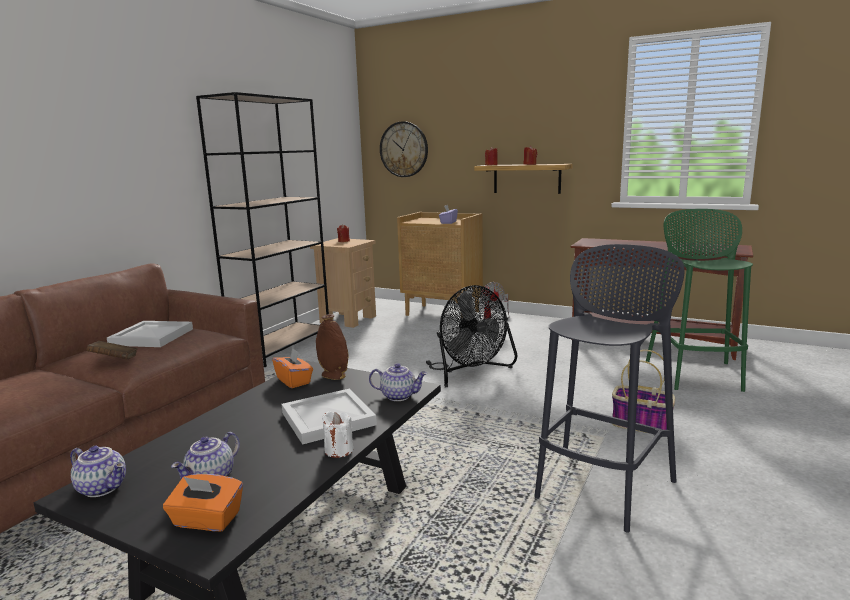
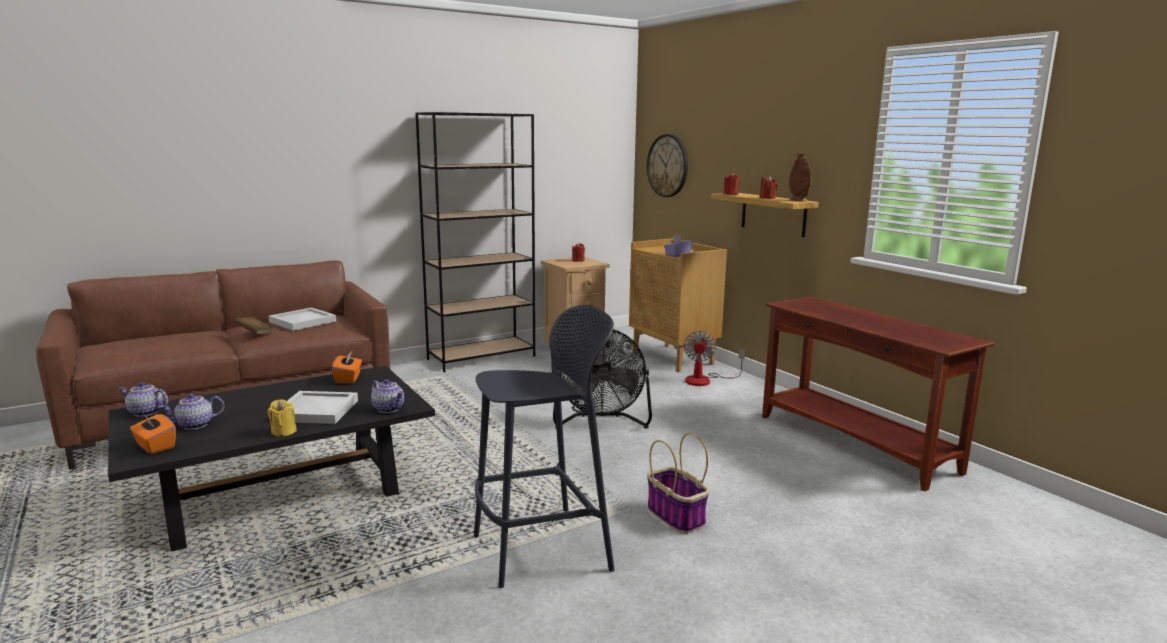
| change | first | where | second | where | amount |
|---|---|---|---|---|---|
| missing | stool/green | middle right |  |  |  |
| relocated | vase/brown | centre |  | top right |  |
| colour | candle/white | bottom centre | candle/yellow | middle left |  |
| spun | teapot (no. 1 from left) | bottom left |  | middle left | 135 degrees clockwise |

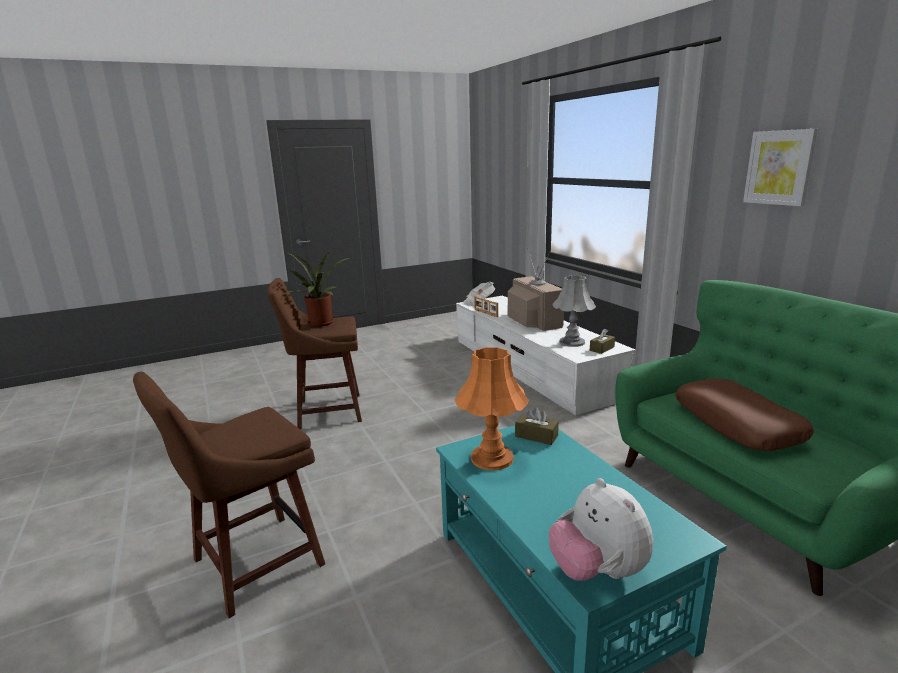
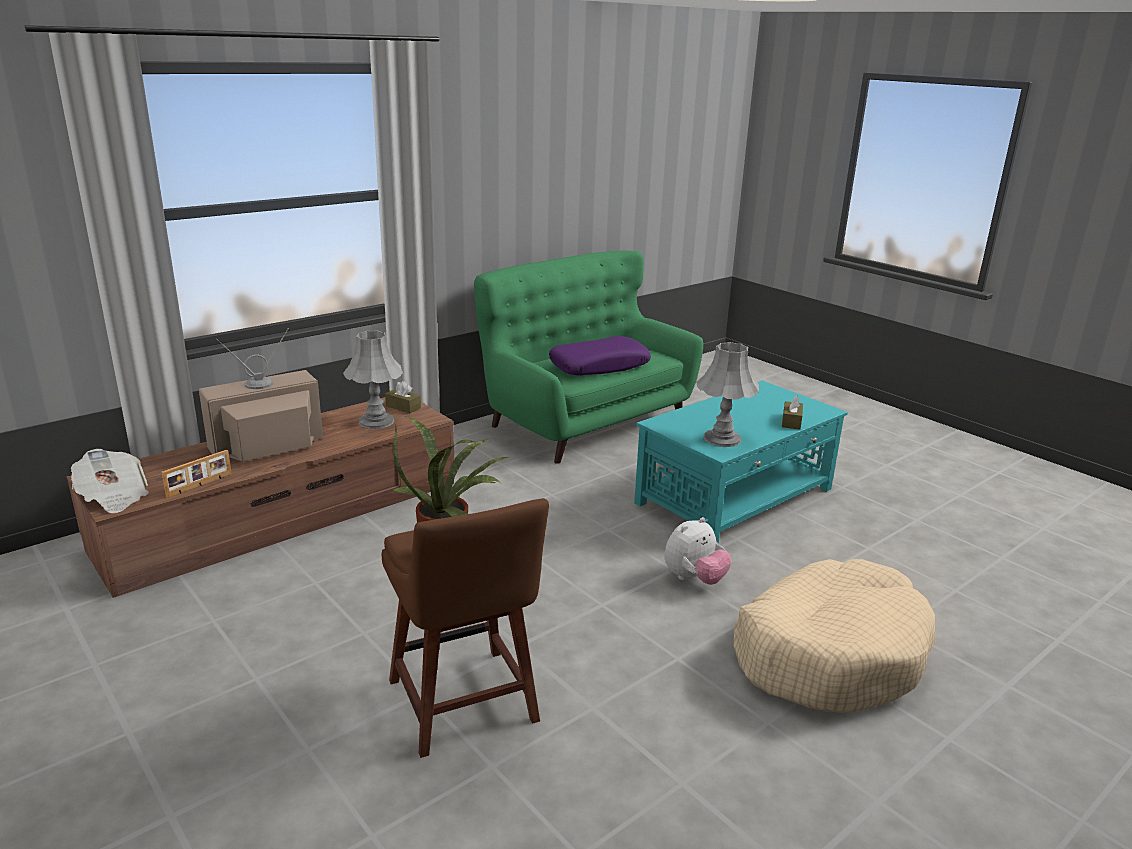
| change | first | where | second | where | amount |
|---|---|---|---|---|---|
| missing | picture | top right |  |  |  |
| relocated | tissue box/brown (no. 1 from left in the first image) | centre | tissue box/brown (no. 2 from left) | middle right |  |
| relocated | plush toy | bottom right |  | centre |  |
| exchanged | stool/brown (no. 1 from left) | bottom left | dog bed/beige | bottom right |  |
| colour | table lamp/orange | centre | table lamp/grey (no. 2 from left) | centre |  |
| colour | tv stand/white | centre | tv stand/brown | middle left |  |
| colour | pillow/brown | middle right | pillow/purple | centre |  |

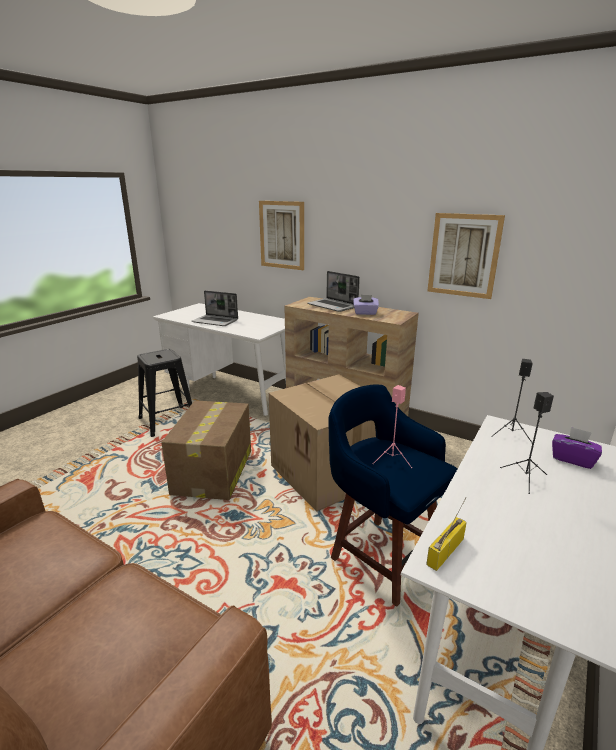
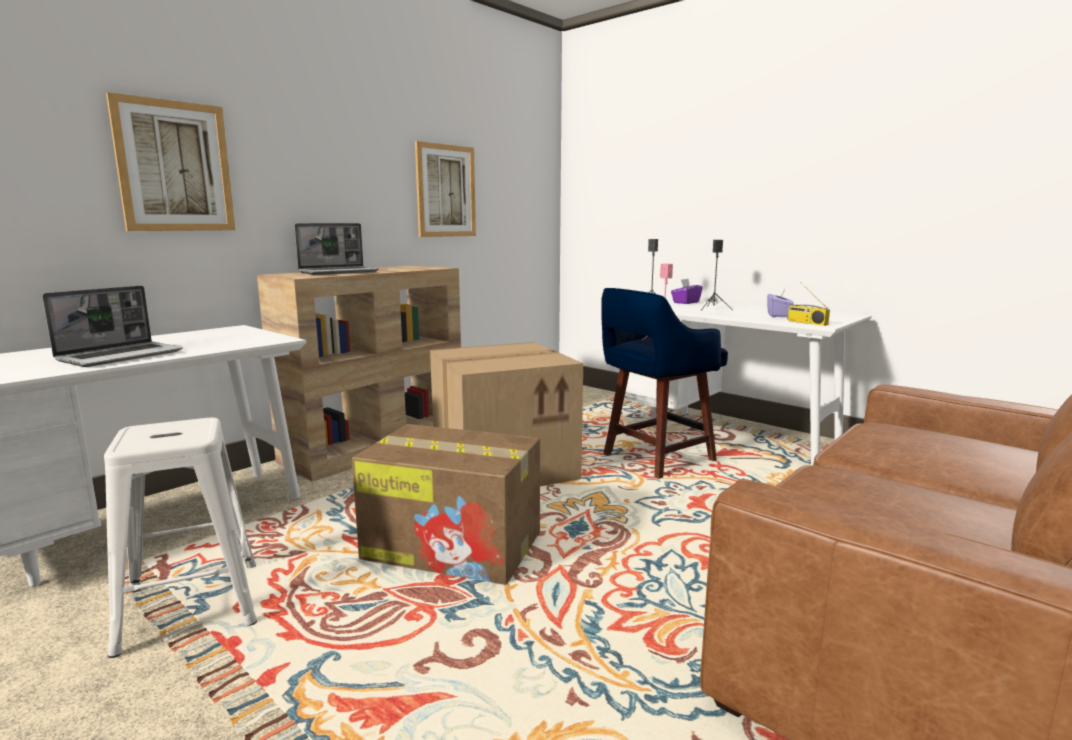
| change | first | where | second | where | amount |
|---|---|---|---|---|---|
| relocated | tissue box/purple (no. 1 from left in the first image) | centre | tissue box/purple (no. 2 from left) | middle right |  |
| colour | stool/black | middle left | stool/white | bottom left |  |

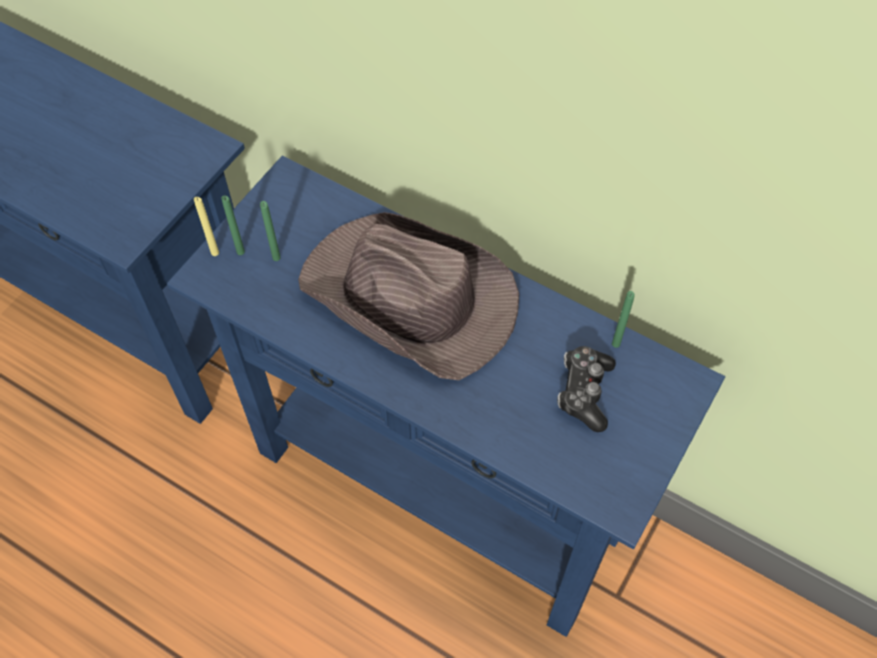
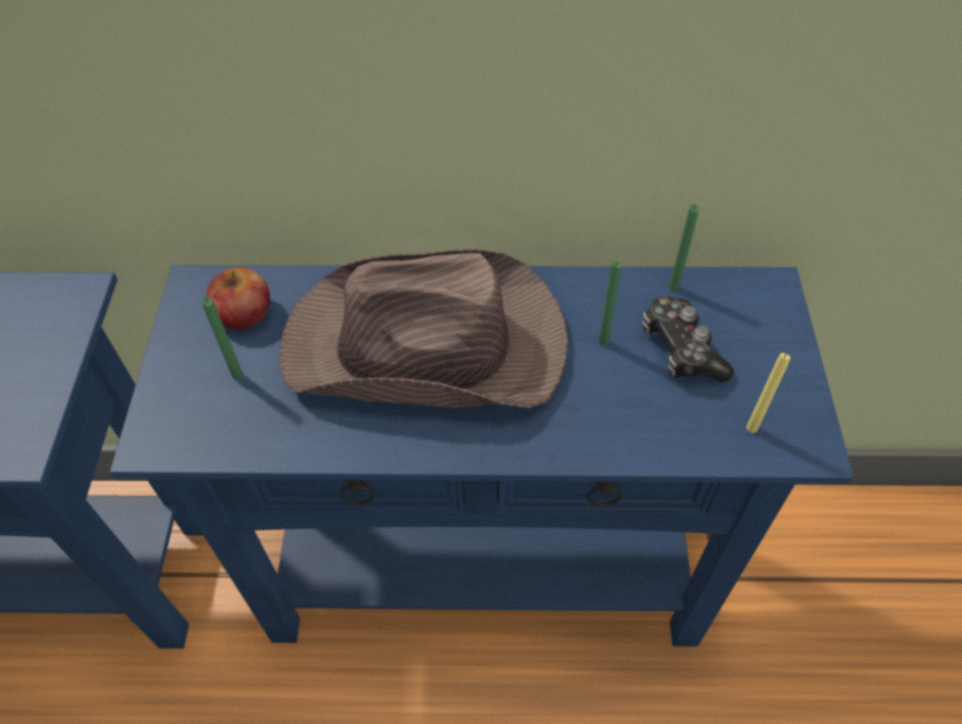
| change | first | where | second | where | amount |
|---|---|---|---|---|---|
| appeared |  |  | apple | middle left |  |
| relocated | candle/yellow | middle left |  | middle right |  |
| relocated | candle/green (no. 1 from left in the first image) | middle left | candle/green (no. 2 from left) | centre |  |

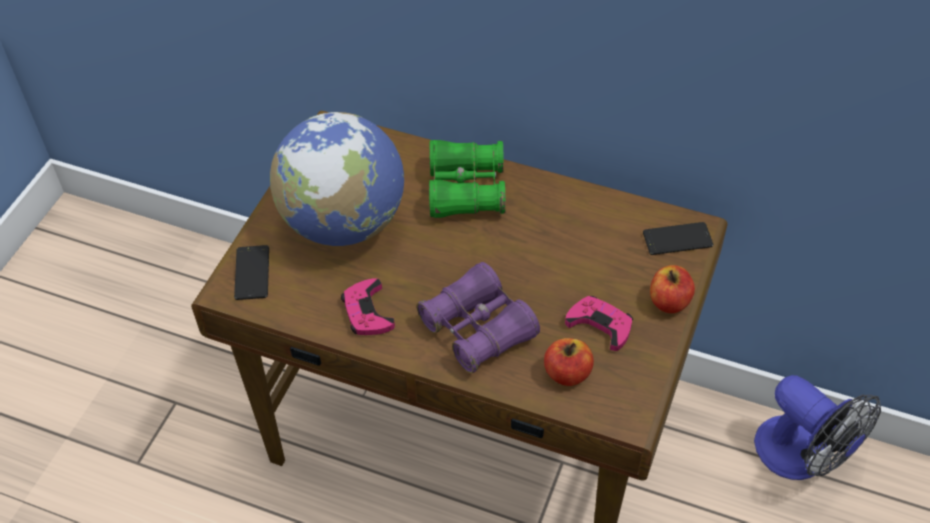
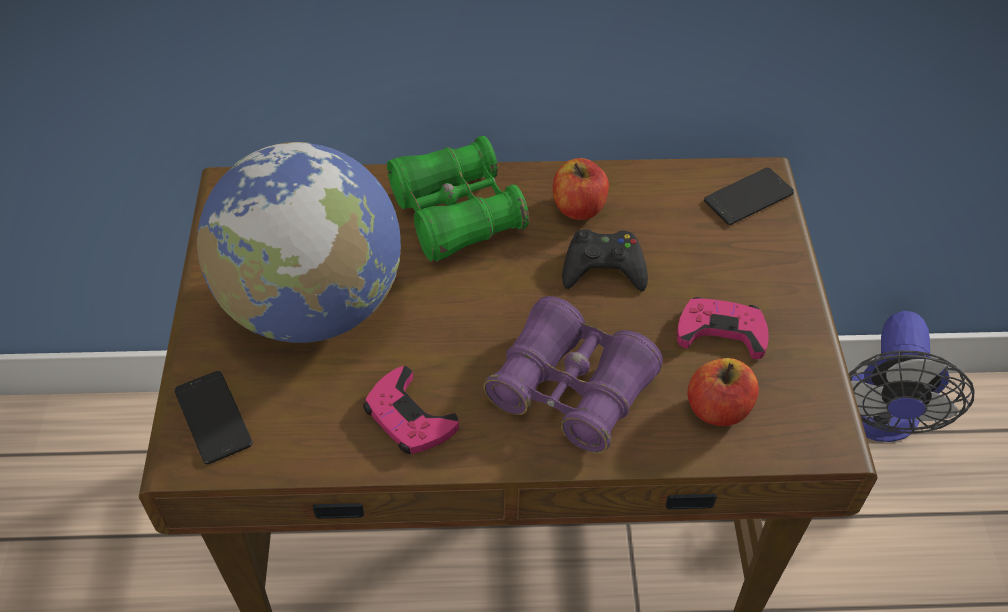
| change | first | where | second | where | amount |
|---|---|---|---|---|---|
| appeared |  |  | game controller/black | centre |  |
| relocated | apple (no. 2 from left in the first image) | middle right | apple (no. 1 from left) | top centre |  |
| spun | fan | bottom right |  | middle right | 75 degrees clockwise |

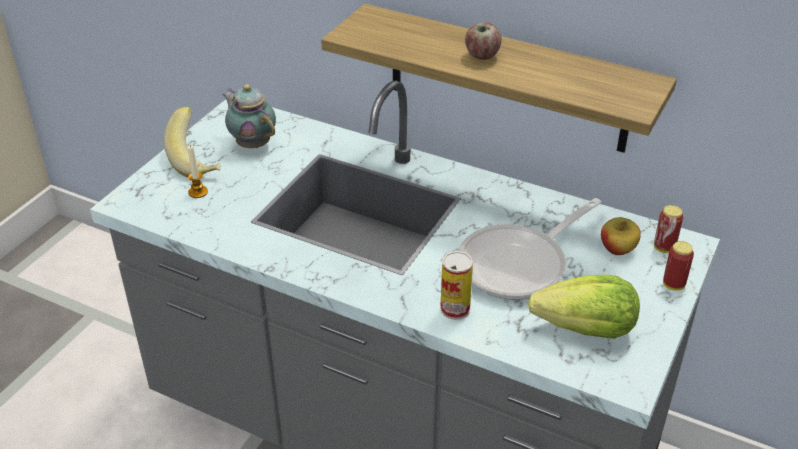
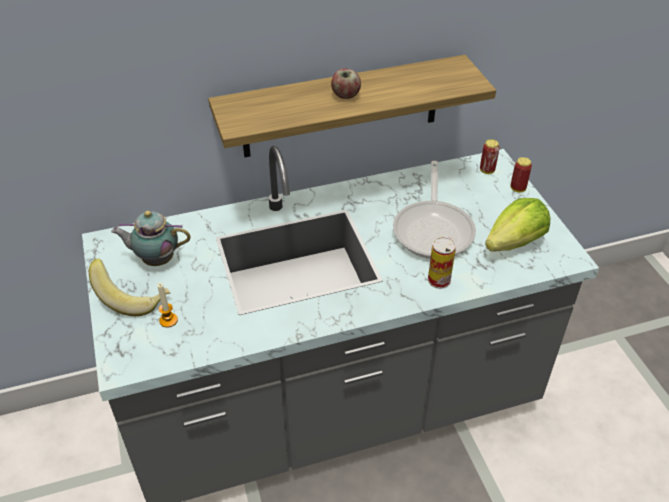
| change | first | where | second | where | amount |
|---|---|---|---|---|---|
| missing | apple (no. 2 from left) | middle right |  |  |  |

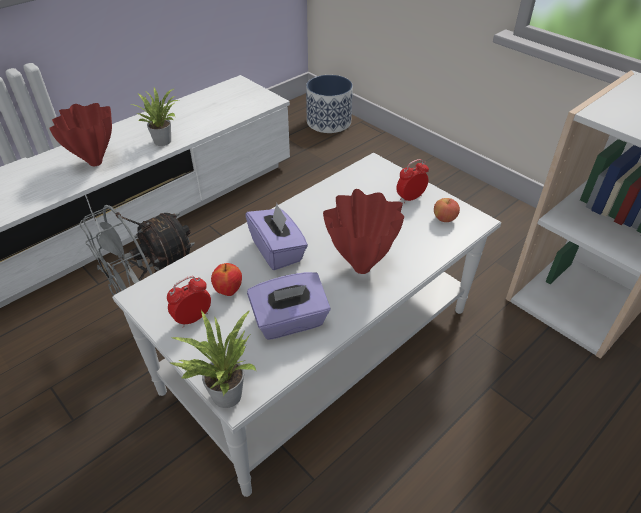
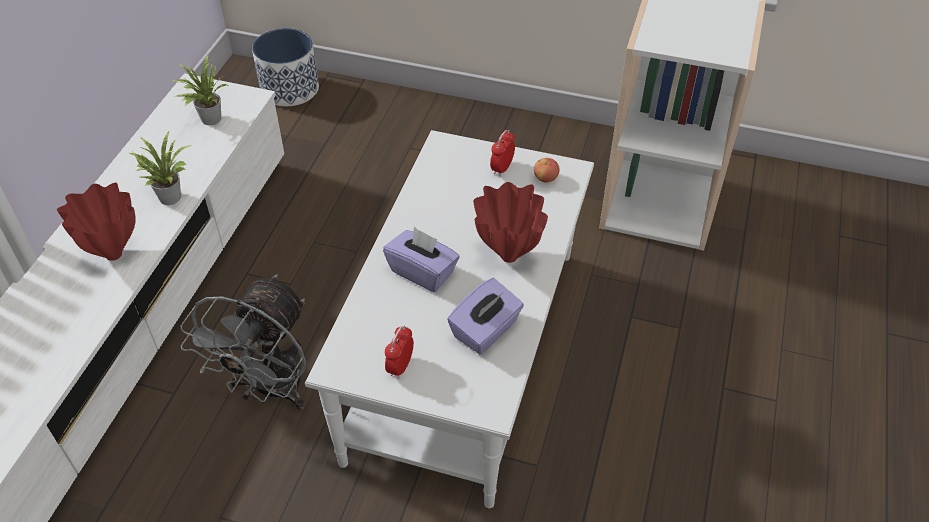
| change | first | where | second | where | amount |
|---|---|---|---|---|---|
| missing | apple (no. 1 from left) | centre |  |  |  |
| relocated | potted plant (no. 2 from left) | bottom centre |  | top left |  |

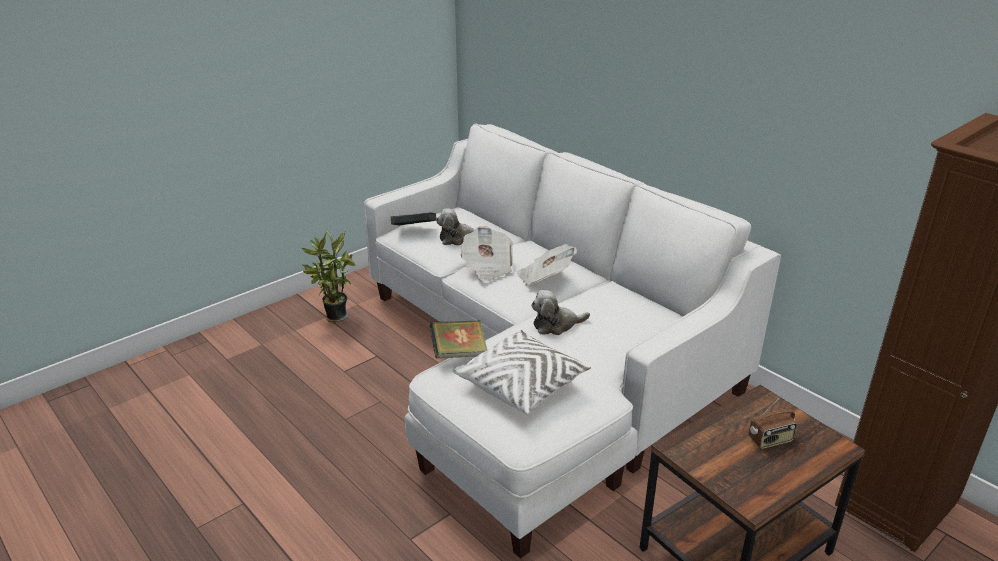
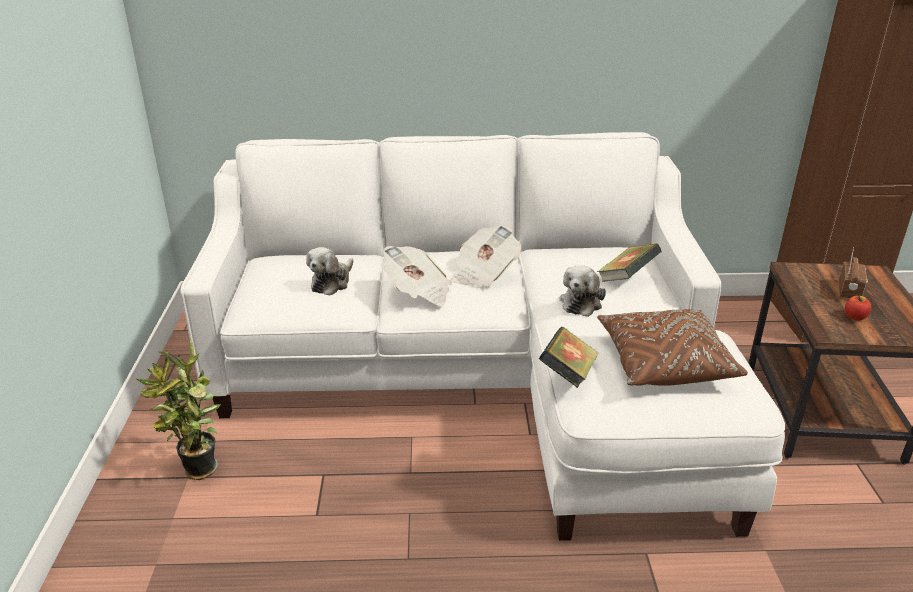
| change | first | where | second | where | amount |
|---|---|---|---|---|---|
| appeared |  |  | apple | middle right |  |
| relocated | book (no. 1 from left in the first image) | centre | book (no. 2 from left) | middle right |  |
| colour | pillow/white | centre | pillow/brown | middle right |  |

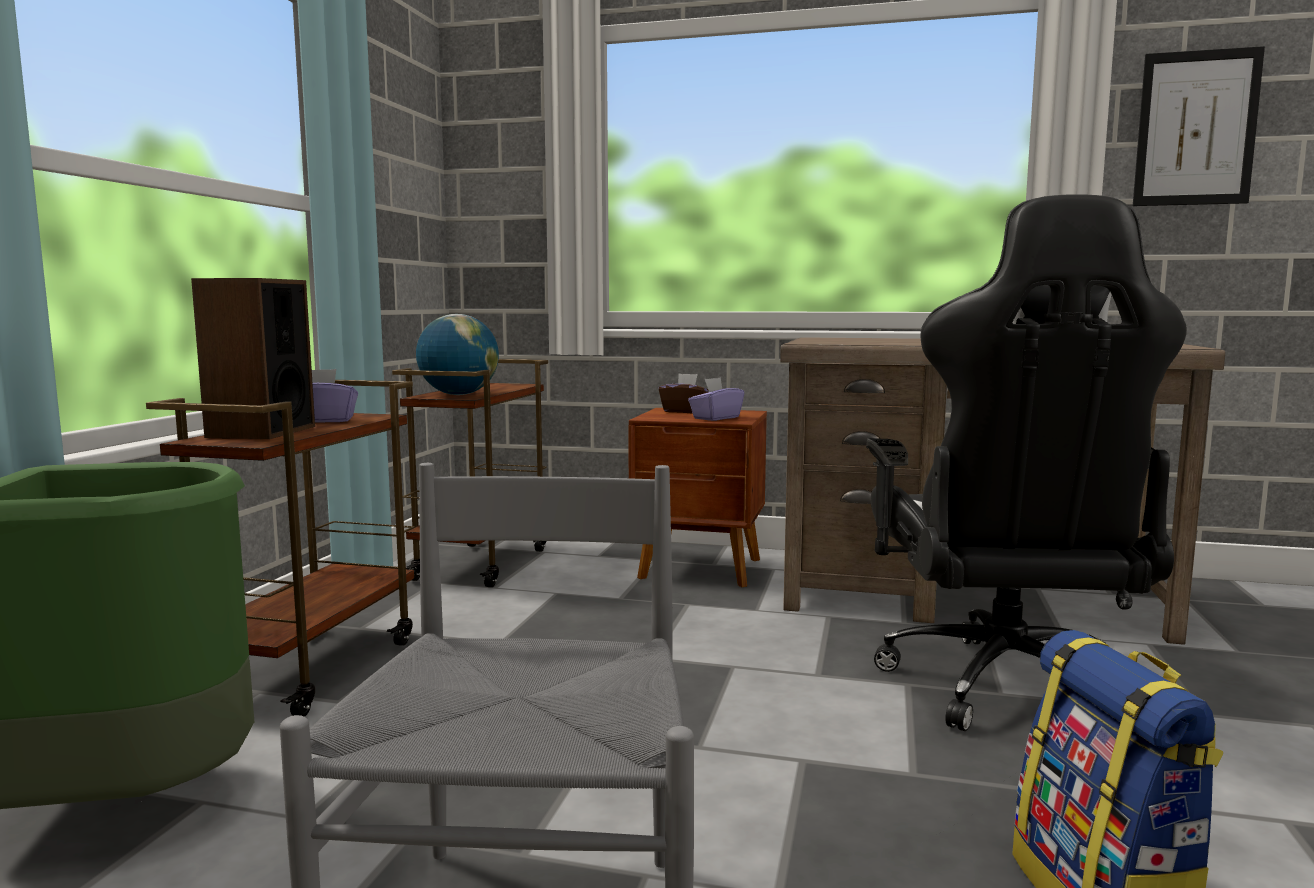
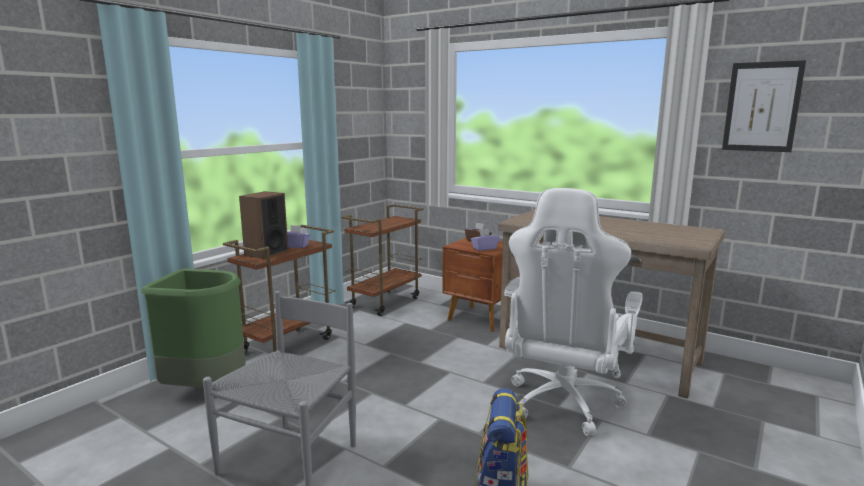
| change | first | where | second | where | amount |
|---|---|---|---|---|---|
| missing | globe | centre |  |  |  |
| colour | office chair/black | middle right | office chair/white | centre |  |

